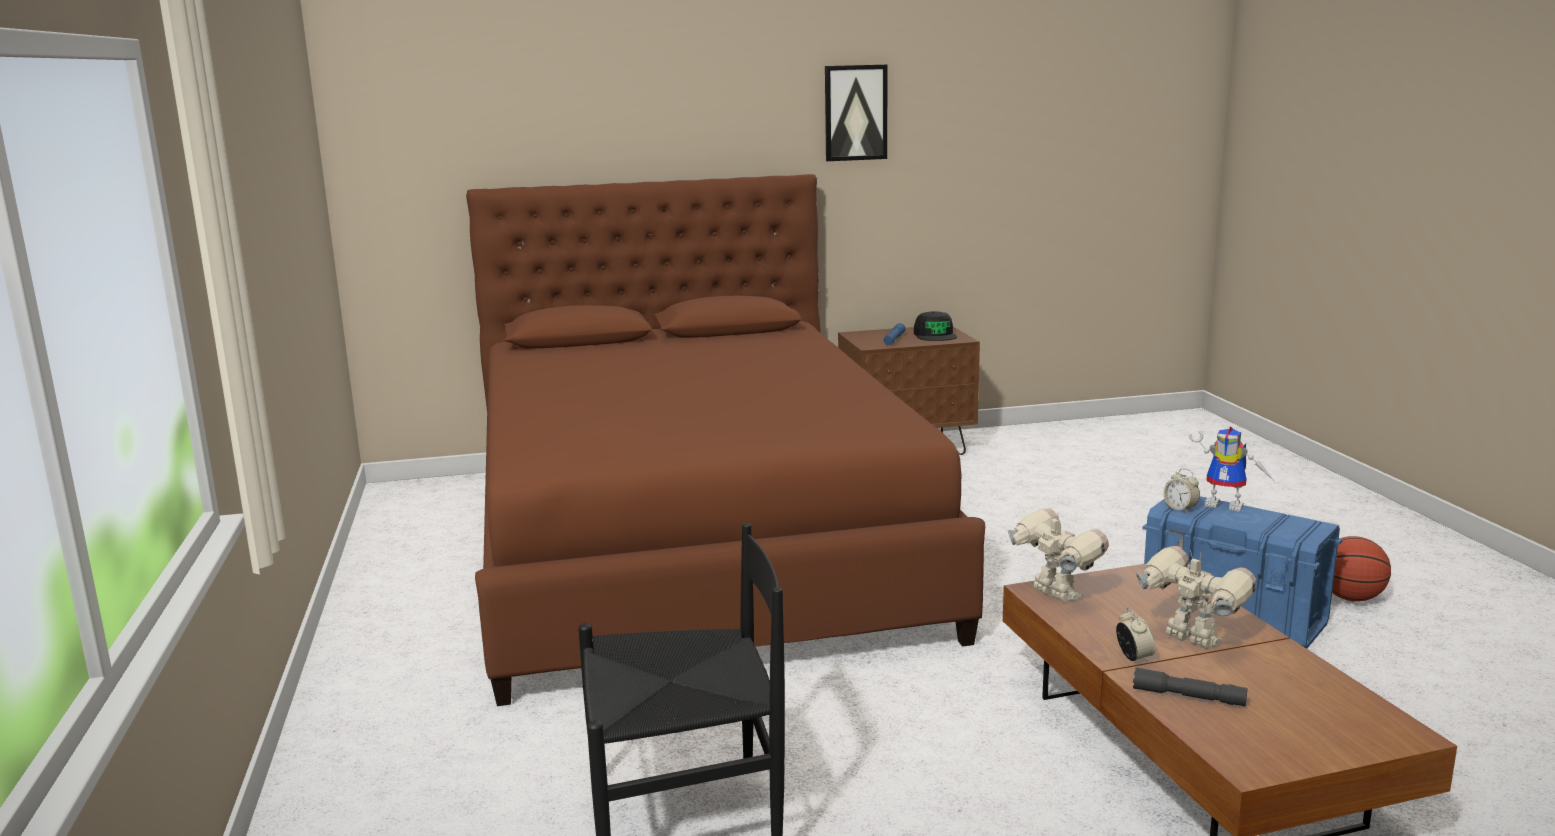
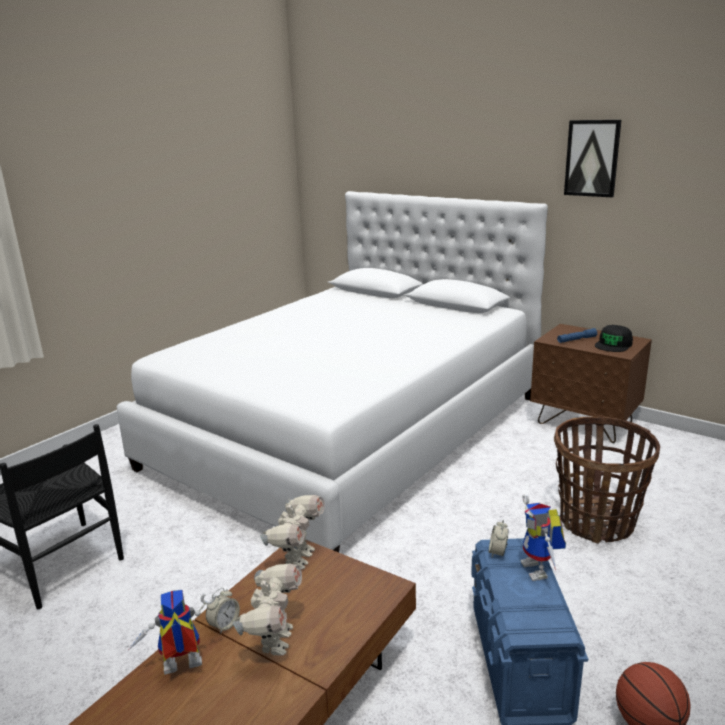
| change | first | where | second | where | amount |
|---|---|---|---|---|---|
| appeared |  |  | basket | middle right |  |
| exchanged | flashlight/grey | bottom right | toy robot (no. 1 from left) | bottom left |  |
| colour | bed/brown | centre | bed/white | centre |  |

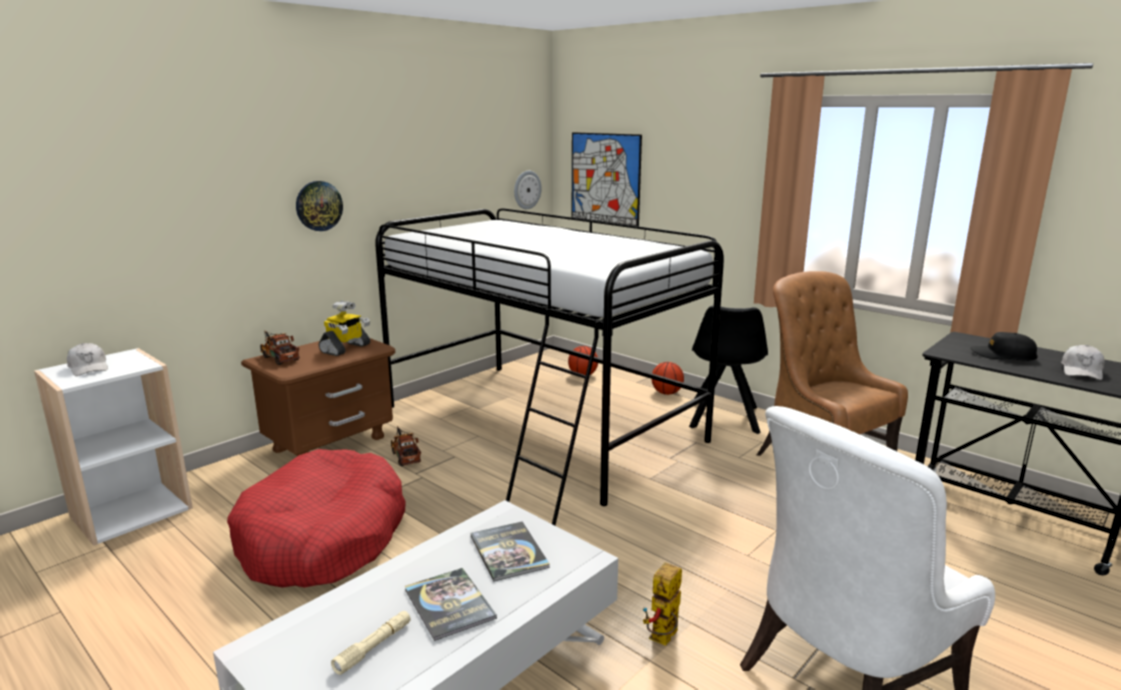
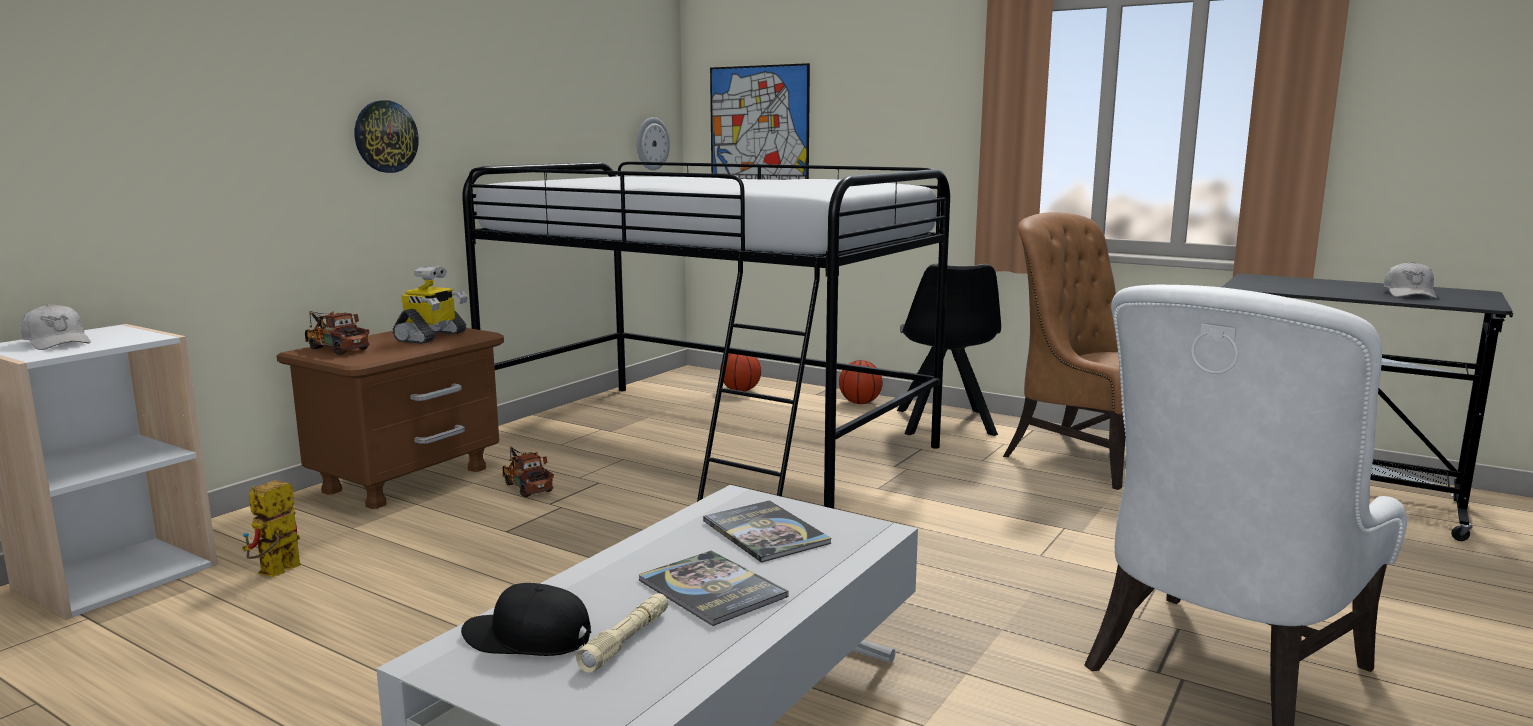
| change | first | where | second | where | amount |
|---|---|---|---|---|---|
| missing | dog bed/red | bottom left |  |  |  |
| relocated | toy robot (no. 2 from left in the first image) | bottom centre | toy robot (no. 1 from left) | bottom left |  |
| relocated | cap/black | middle right |  | bottom centre |  |

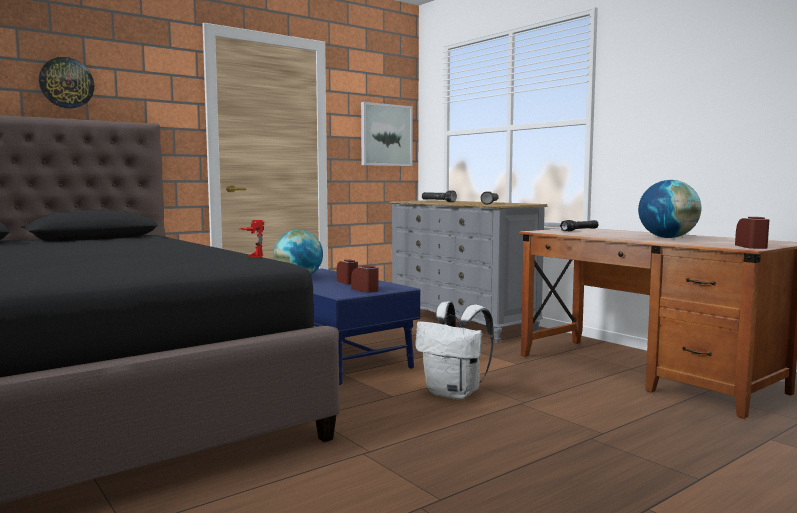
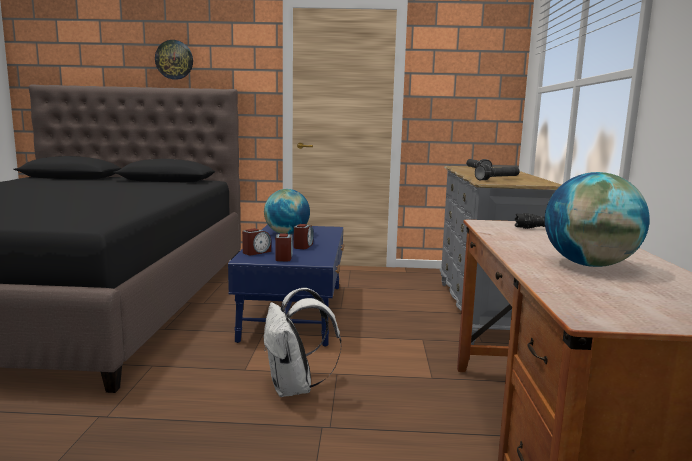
| change | first | where | second | where | amount |
|---|---|---|---|---|---|
| missing | toy robot | middle left |  |  |  |
| missing | picture | top centre |  |  |  |
| relocated | alarm clock (no. 3 from left in the first image) | middle right | alarm clock (no. 1 from left) | centre |  |

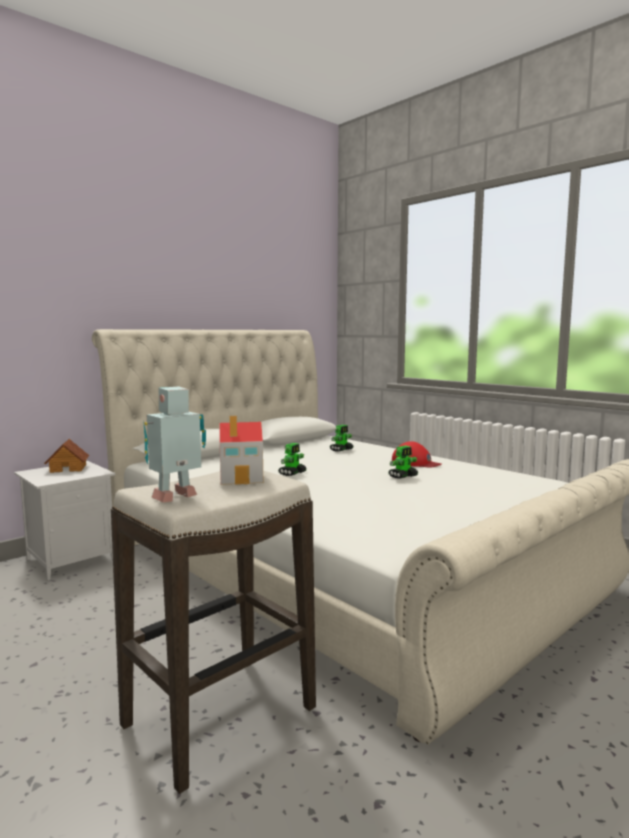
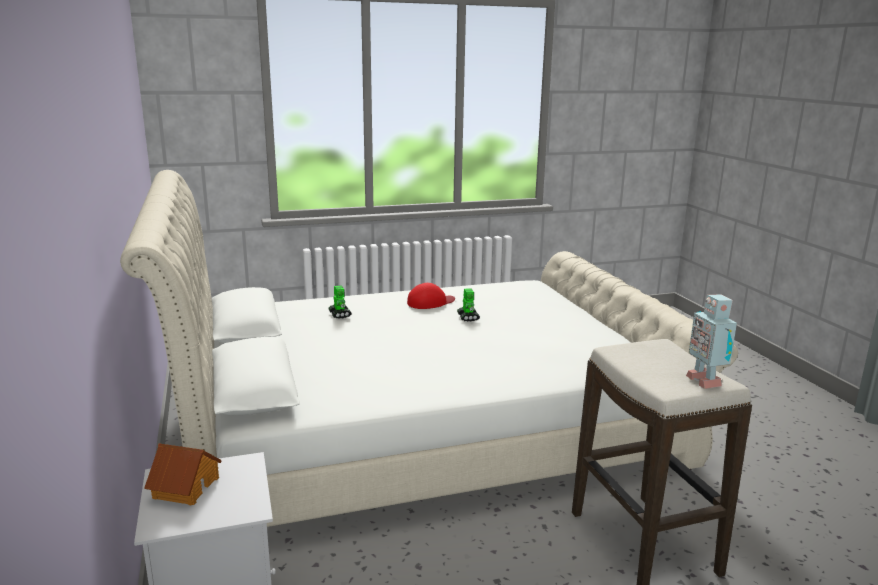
| change | first | where | second | where | amount |
|---|---|---|---|---|---|
| missing | toy house (no. 2 from left) | centre |  |  |  |
| missing | toy robot (no. 2 from left) | centre |  |  |  |

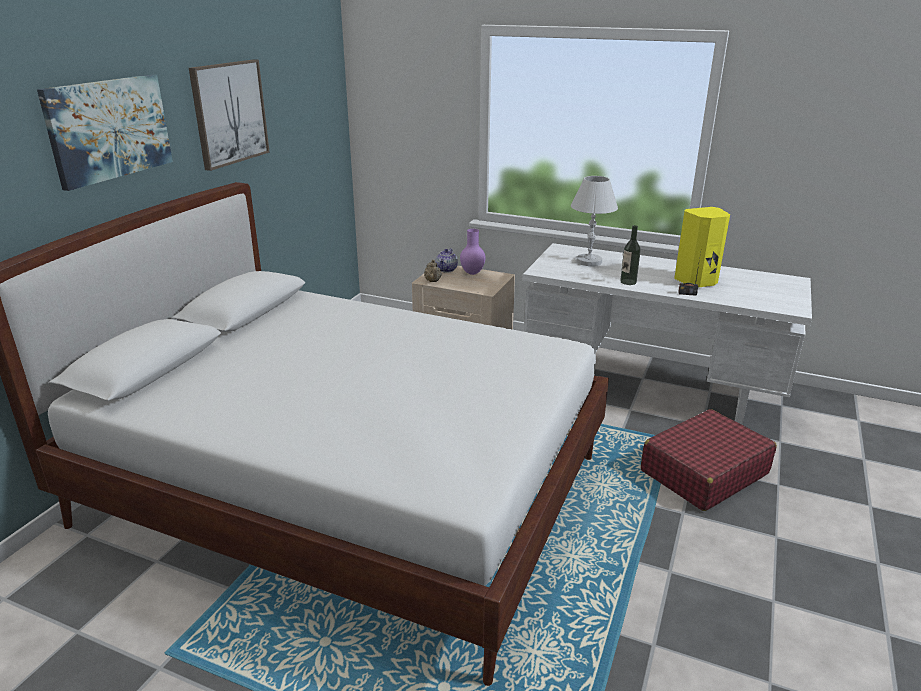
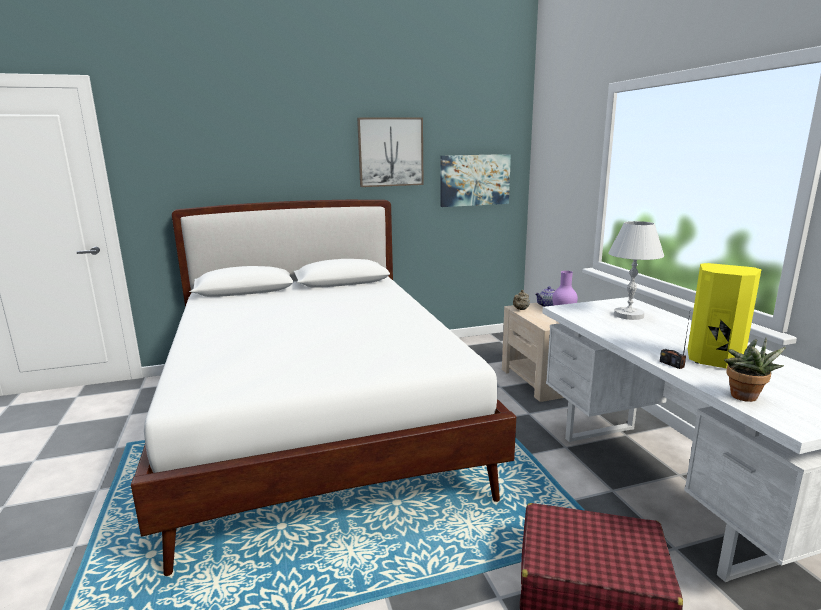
| change | first | where | second | where | amount |
|---|---|---|---|---|---|
| missing | bottle | middle right |  |  |  |
| appeared |  |  | potted plant | middle right |  |
| relocated | picture (no. 1 from left in the first image) | top left | picture (no. 2 from left) | top centre |  |

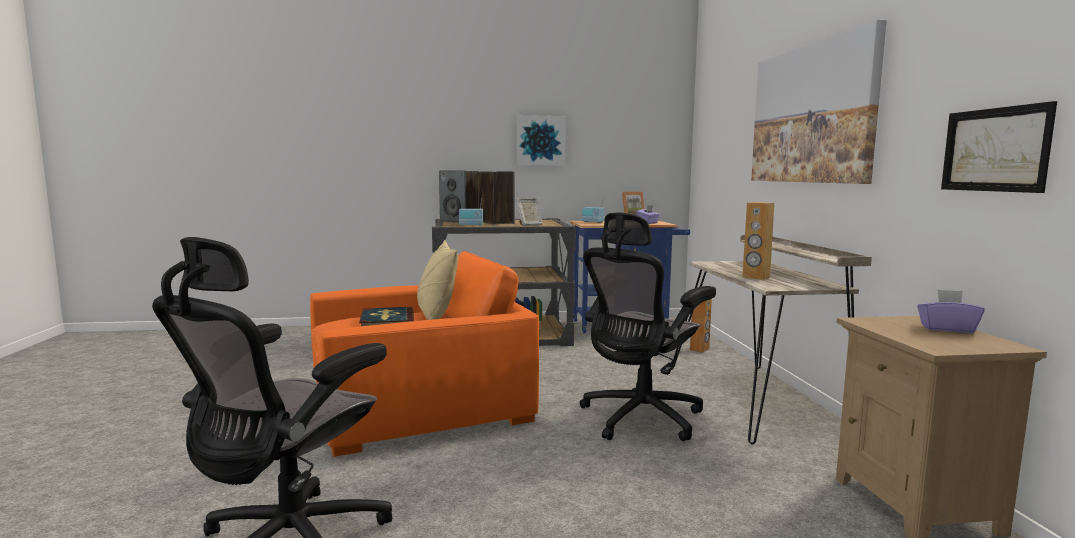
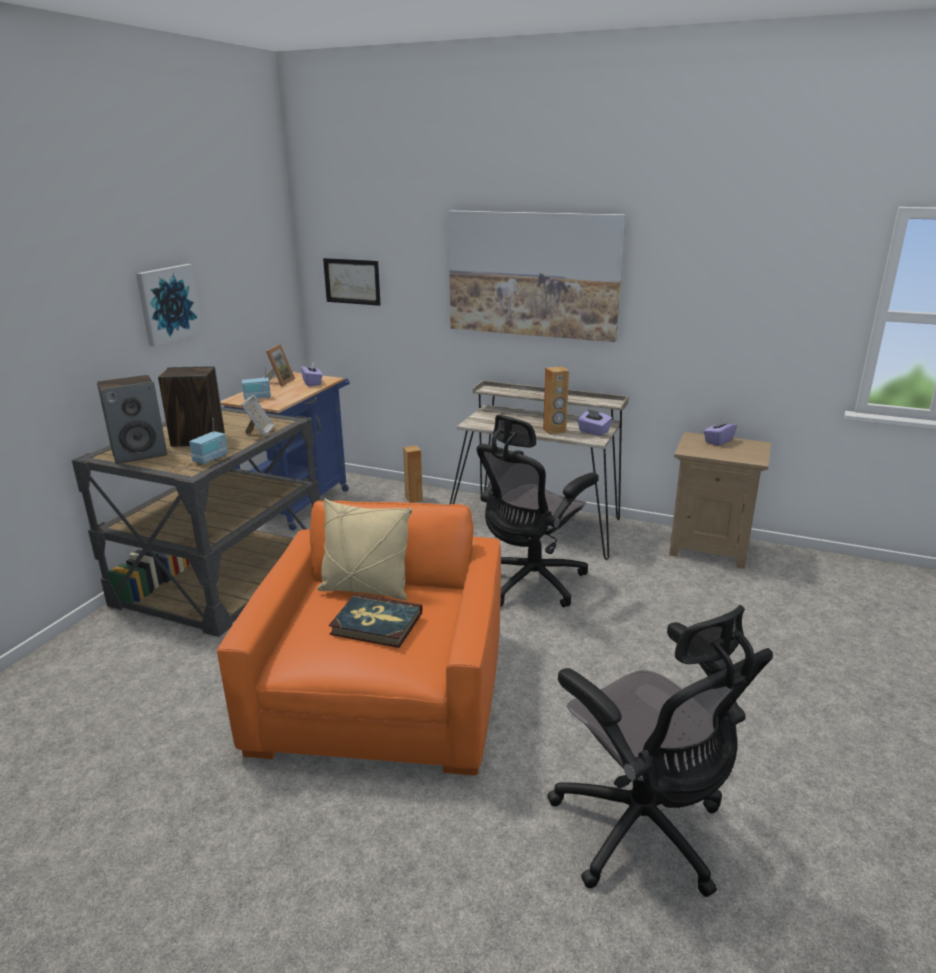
| change | first | where | second | where | amount |
|---|---|---|---|---|---|
| appeared |  |  | tissue box/purple (no. 2 from left) | centre |  |
| relocated | picture (no. 3 from left in the first image) | top right | picture (no. 2 from left) | top centre |  |
| spun | office chair (no. 2 from left in the first image) | centre | office chair (no. 1 from left) | centre | 60 degrees clockwise |

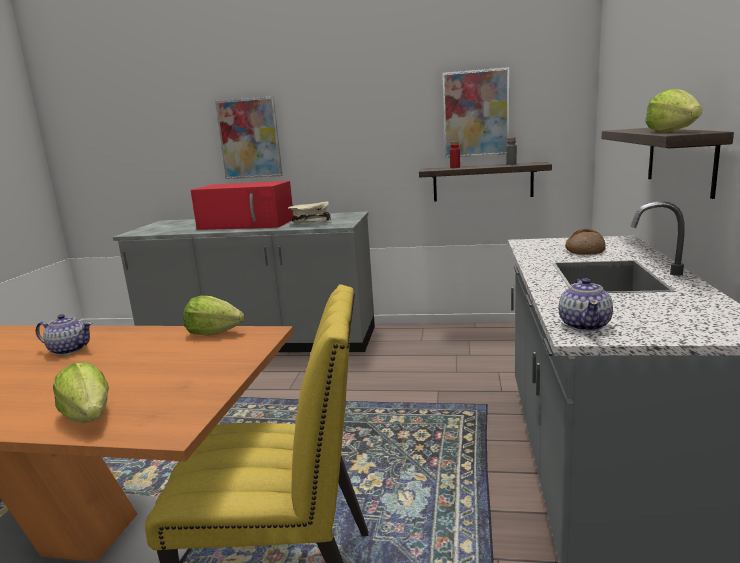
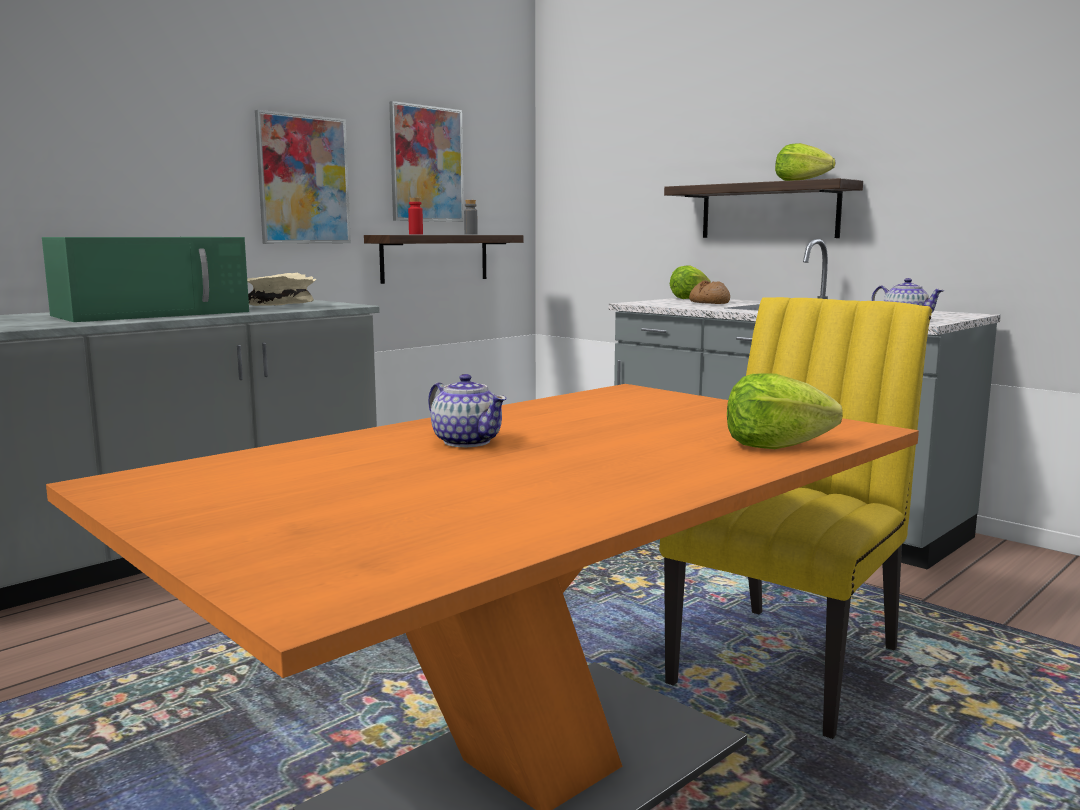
| change | first | where | second | where | amount |
|---|---|---|---|---|---|
| relocated | lettuce (no. 2 from left in the first image) | middle left | lettuce (no. 1 from left) | centre |  |
| relocated | picture (no. 1 from left) | top centre |  | top left |  |
| colour | microwave/red | middle left | microwave/green | middle left |  |
| spun | teapot (no. 1 from left) | middle left |  | centre | 90 degrees clockwise |

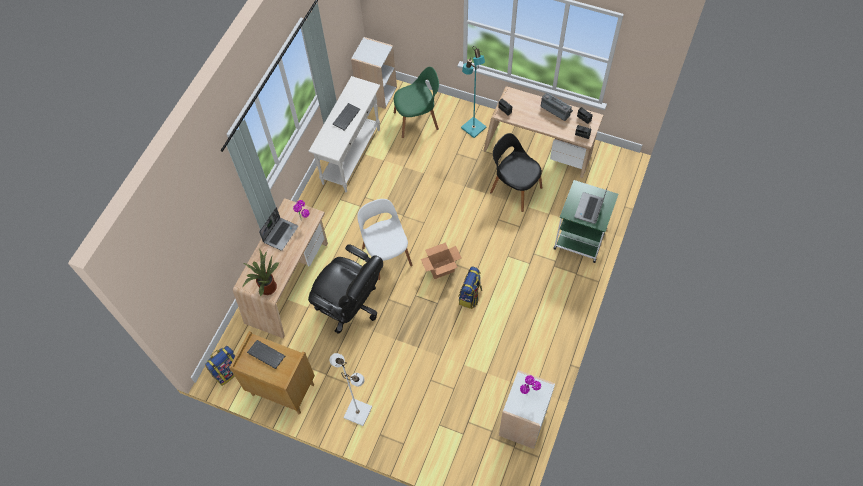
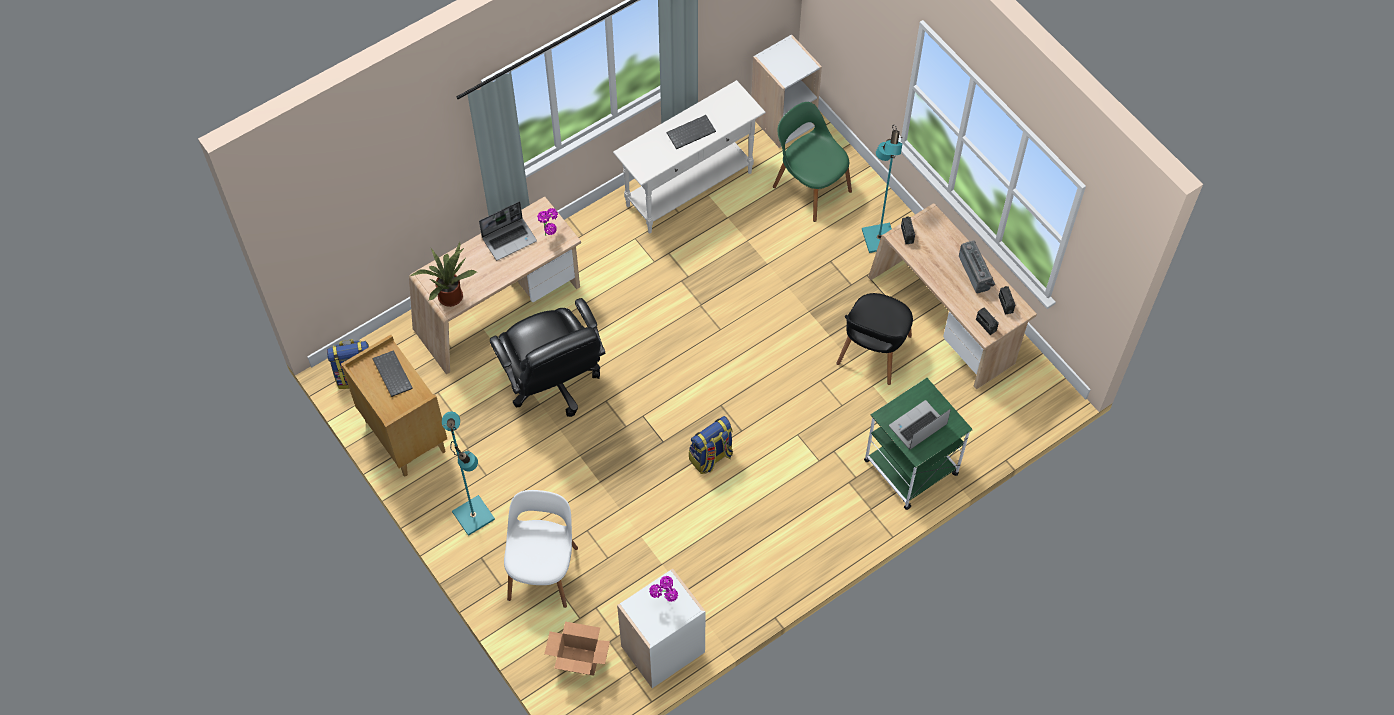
| change | first | where | second | where | amount |
|---|---|---|---|---|---|
| relocated | chair/white | centre |  | bottom centre |  |
| relocated | cardboard box | centre |  | bottom centre |  |
| colour | floor lamp/white | bottom centre | floor lamp/turquoise (no. 1 from left) | centre |  |
| spun | chair/green | top centre |  | top centre | 150 degrees counterclockwise |
| spun | chair/black | centre |  | centre | 135 degrees counterclockwise |

